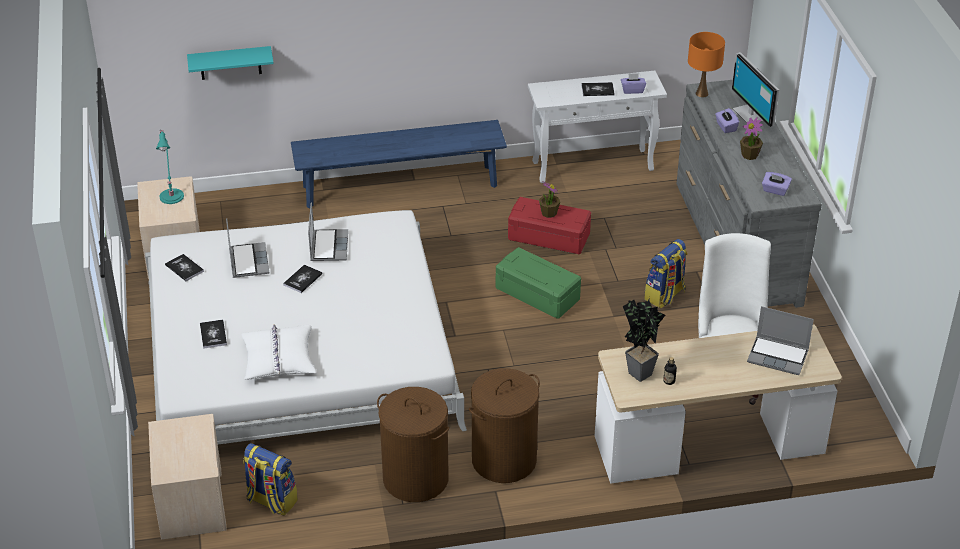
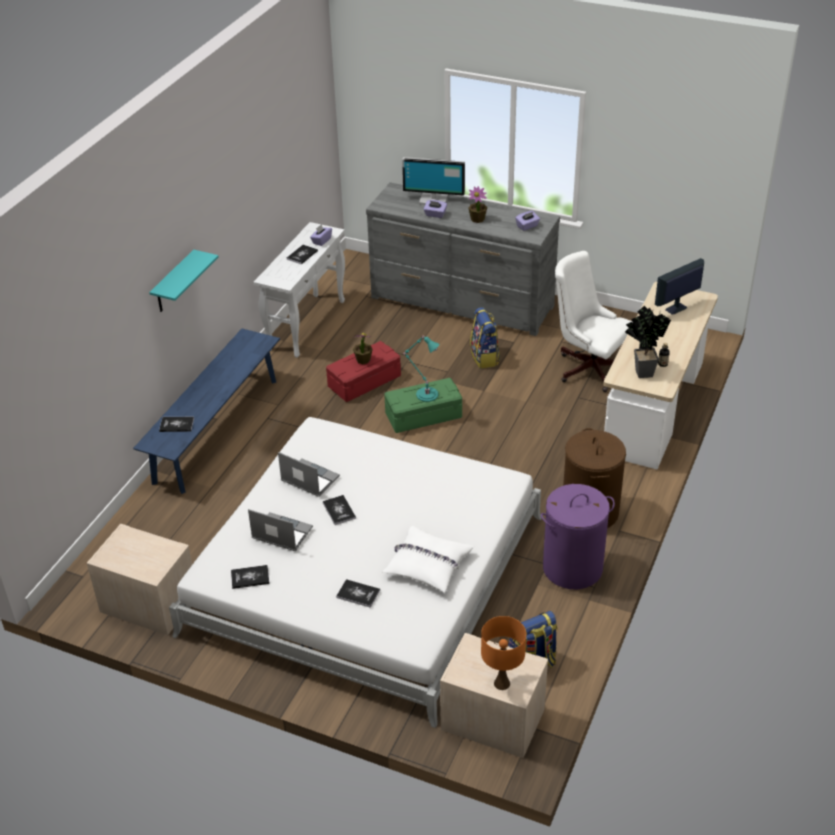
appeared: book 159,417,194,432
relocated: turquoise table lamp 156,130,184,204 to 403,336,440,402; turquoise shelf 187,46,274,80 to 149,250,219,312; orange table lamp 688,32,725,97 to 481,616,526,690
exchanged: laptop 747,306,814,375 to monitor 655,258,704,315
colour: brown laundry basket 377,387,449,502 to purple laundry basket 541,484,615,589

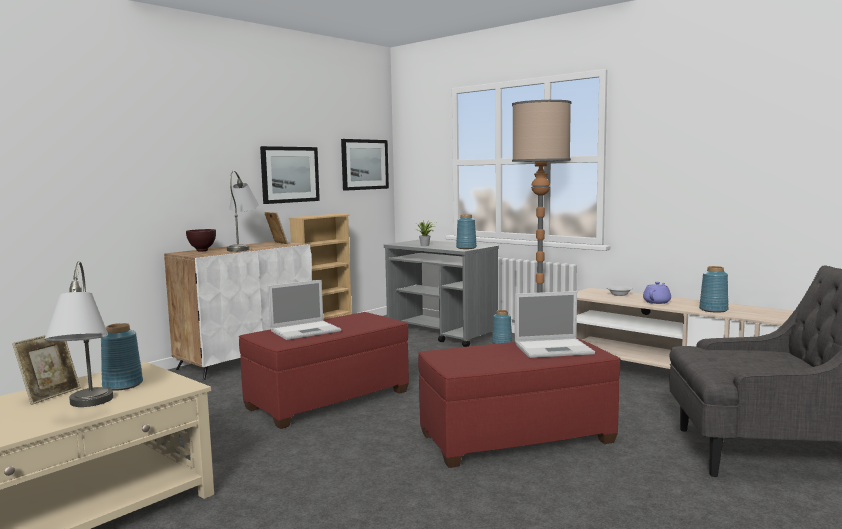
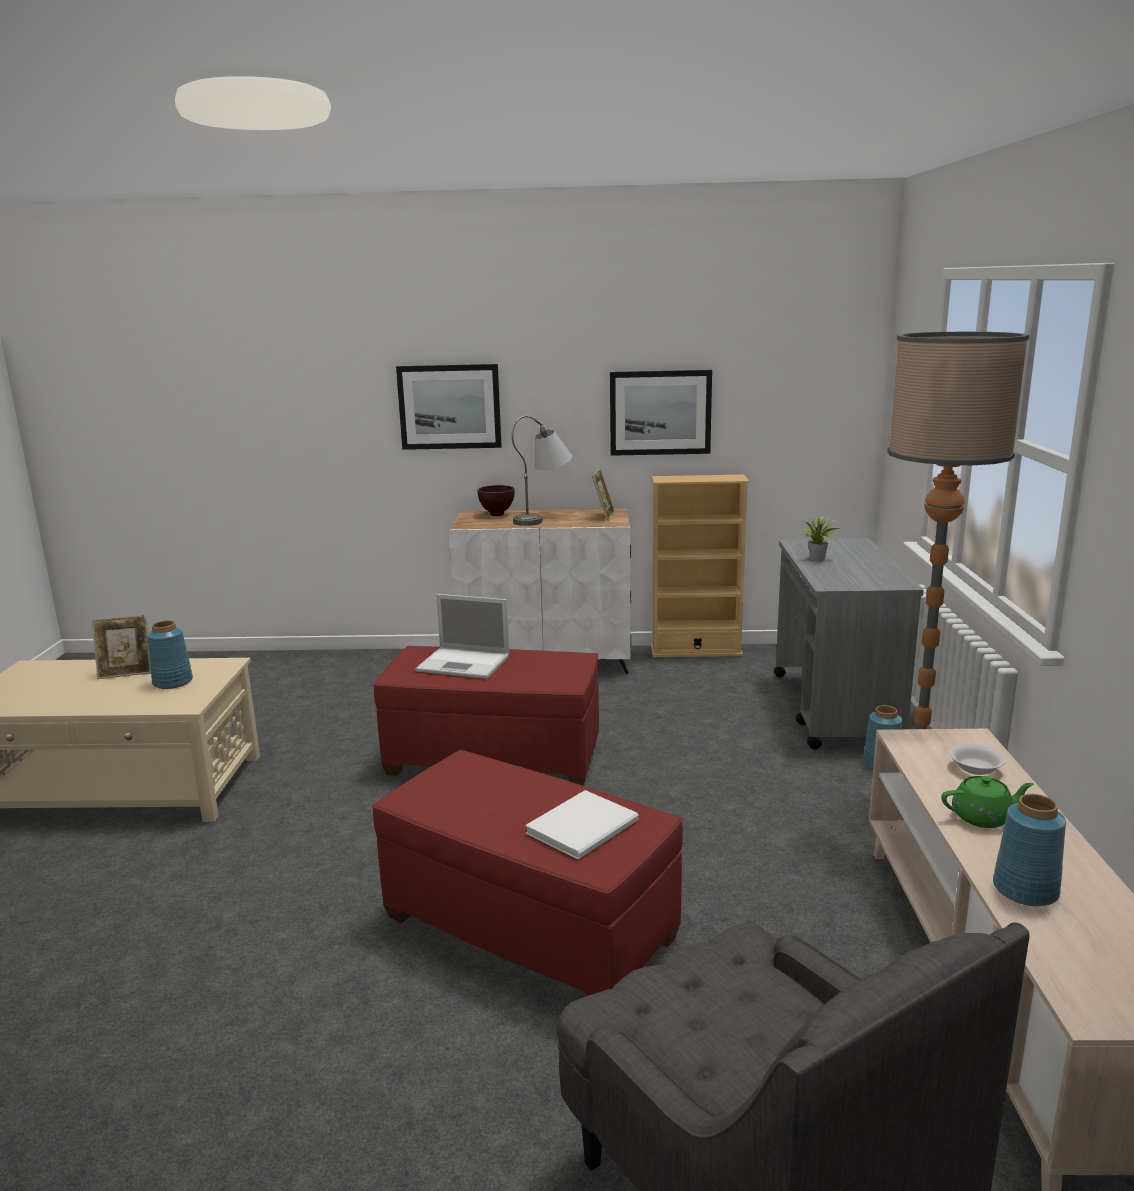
missing: grey table lamp 44,261,113,407; blue vase 456,214,477,249
relocated: picture 341,139,389,191 to 396,364,502,450
exchanged: laptop 515,291,595,358 to white book 525,790,639,859
colour: purple teapot 643,282,671,304 to green teapot 941,776,1034,828

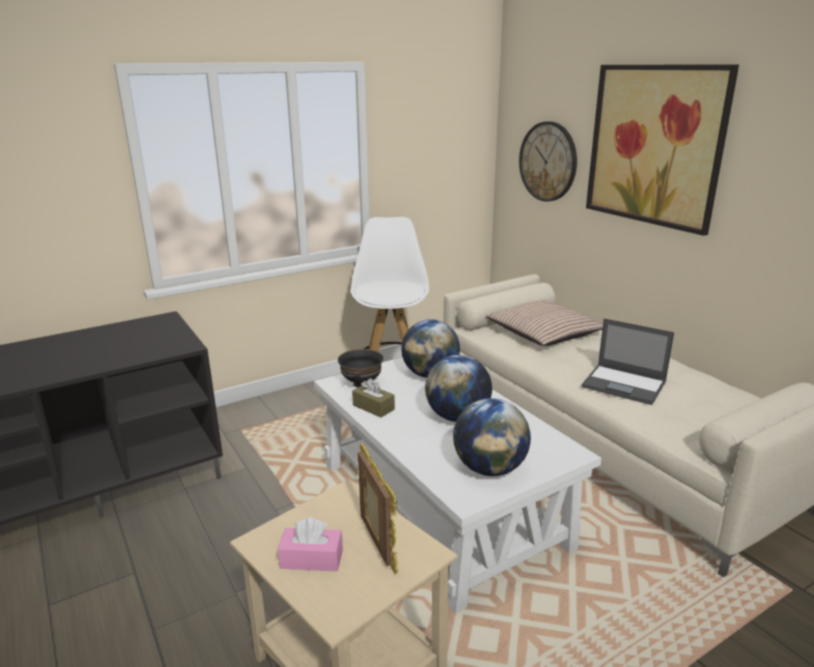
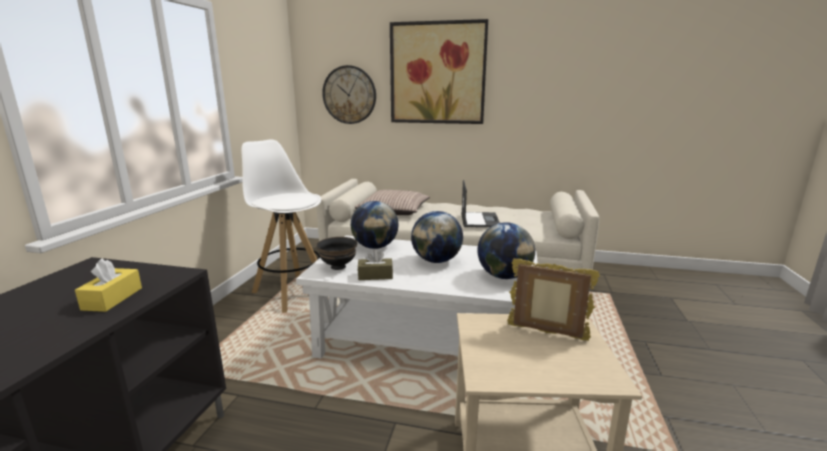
missing: pink tissue box 278,518,343,571
appeared: yellow tissue box 75,259,142,312
spun: laptop 582,319,674,405 = 461,180,500,228 75 degrees counterclockwise

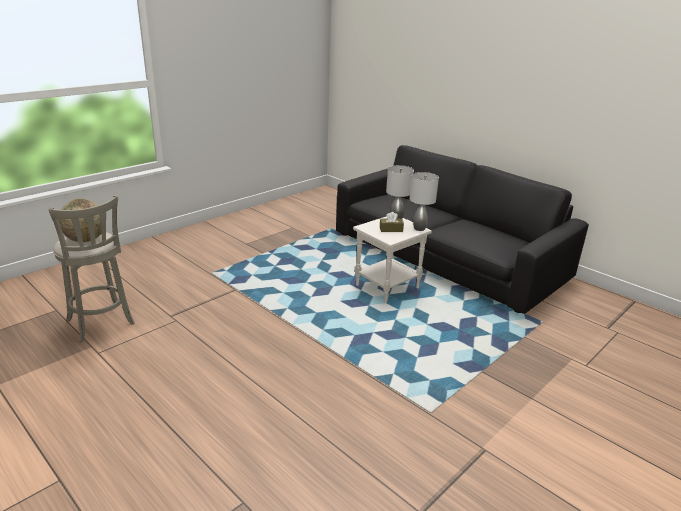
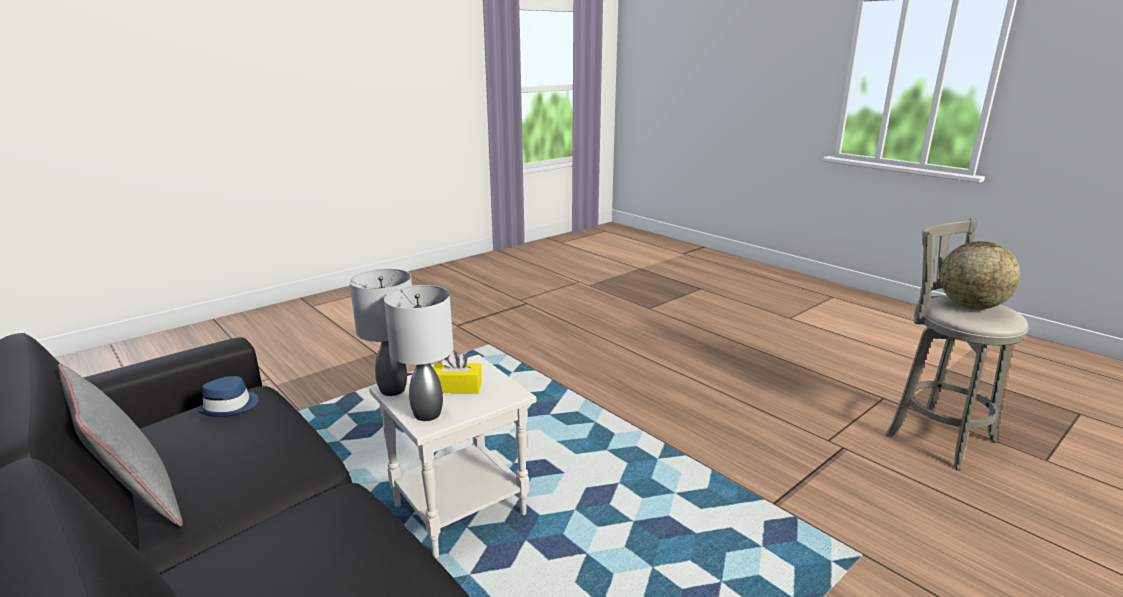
appeared: grey pillow 58,363,183,527; blue hat 196,376,258,417
colour: brown tissue box 380,212,404,232 to yellow tissue box 433,351,482,393

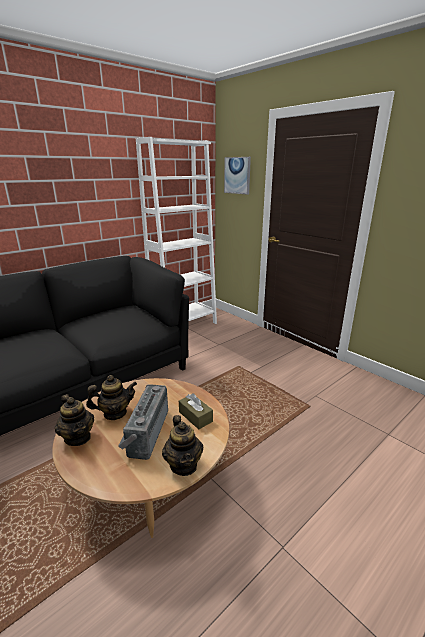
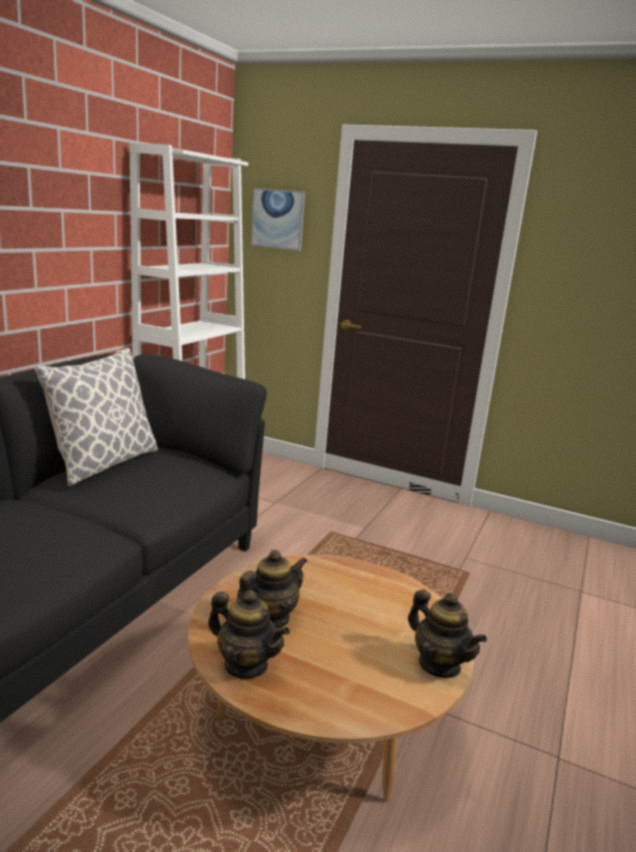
missing: radio 118,384,168,460; brown tissue box 179,393,213,429
appeared: pillow 34,348,158,486

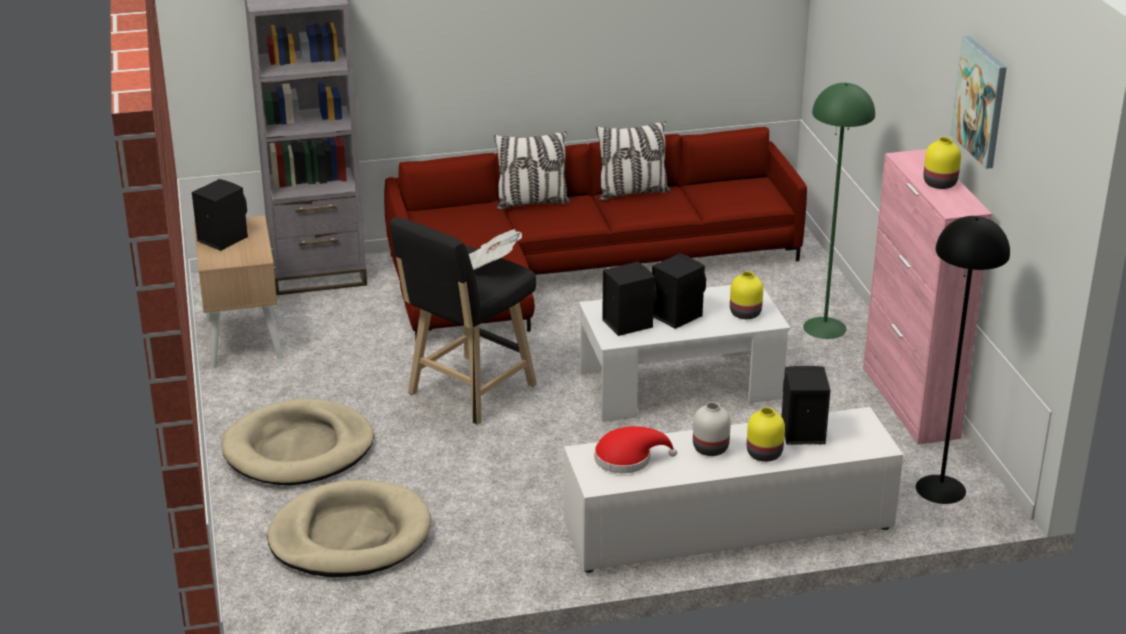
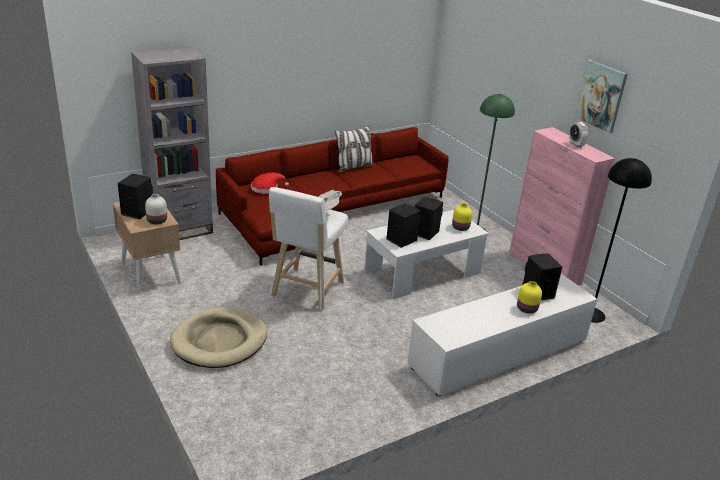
missing: beige dog bed 267,480,431,577; pillow 494,131,570,210
relocated: red hat 594,426,677,473 to 251,173,289,194; white vase 693,402,731,456 to 145,194,167,225
exchanged: yellow vase 923,137,961,189 to alarm clock 569,122,588,147
colour: black stool 390,217,537,425 to white stool 269,187,348,310

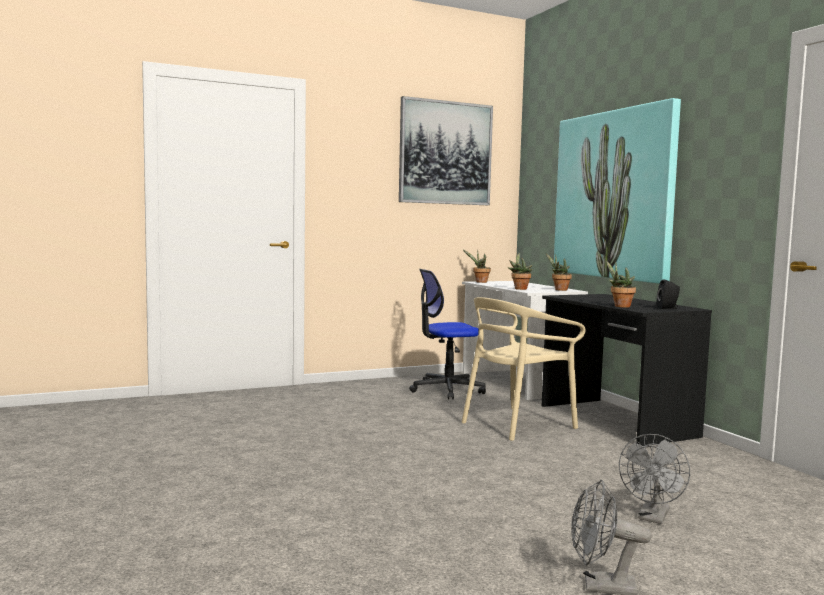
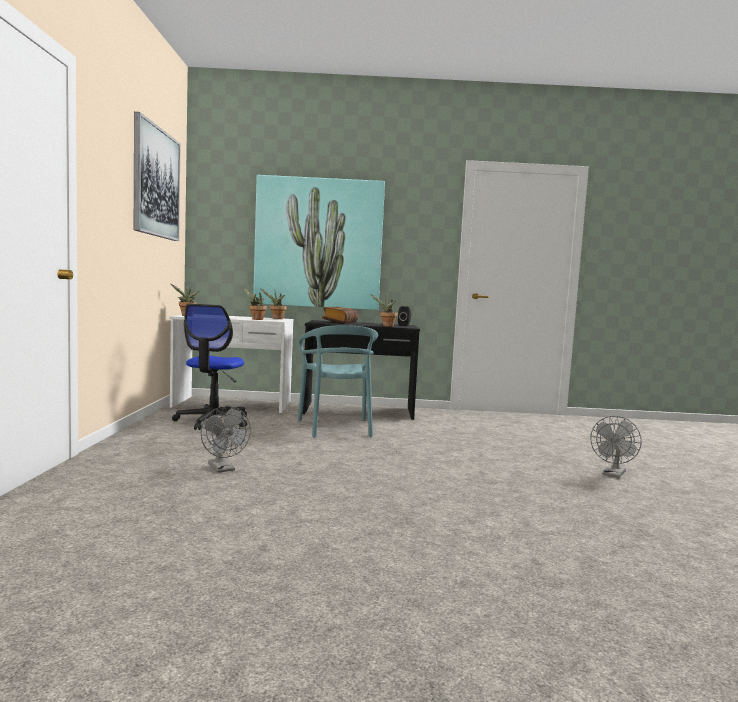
appeared: book 322,307,358,324
relocated: grey fan 619,434,690,524 to 201,406,251,473
colour: beige chair 462,297,585,441 to turquoise chair 298,325,378,438

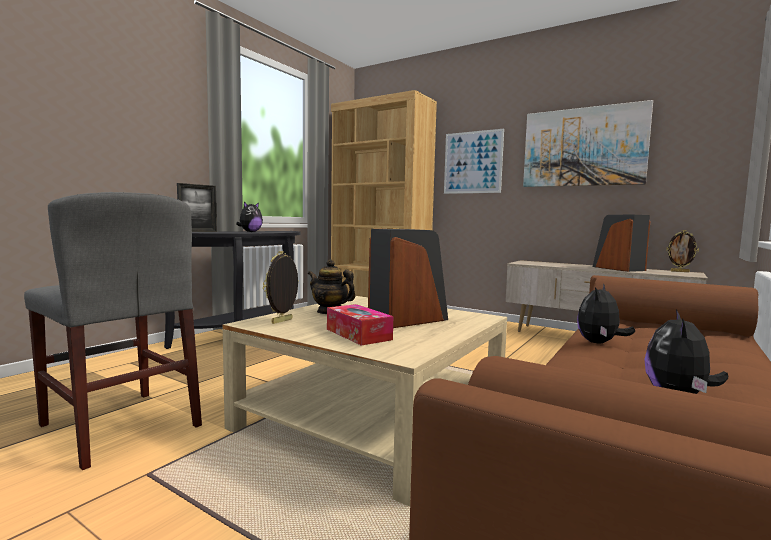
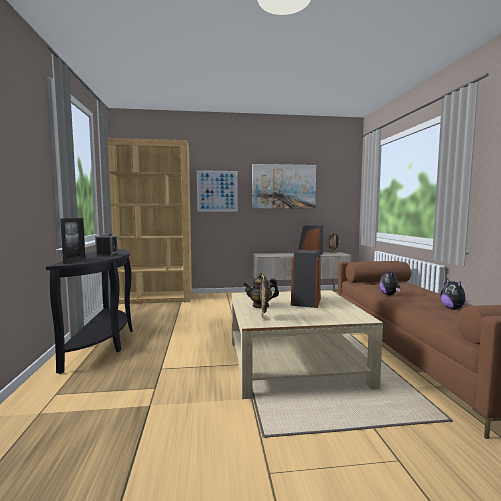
missing: grey chair 24,192,202,470; tissue box 327,304,393,346
exchanged: plush toy 236,202,263,232 to alarm clock 95,234,118,257

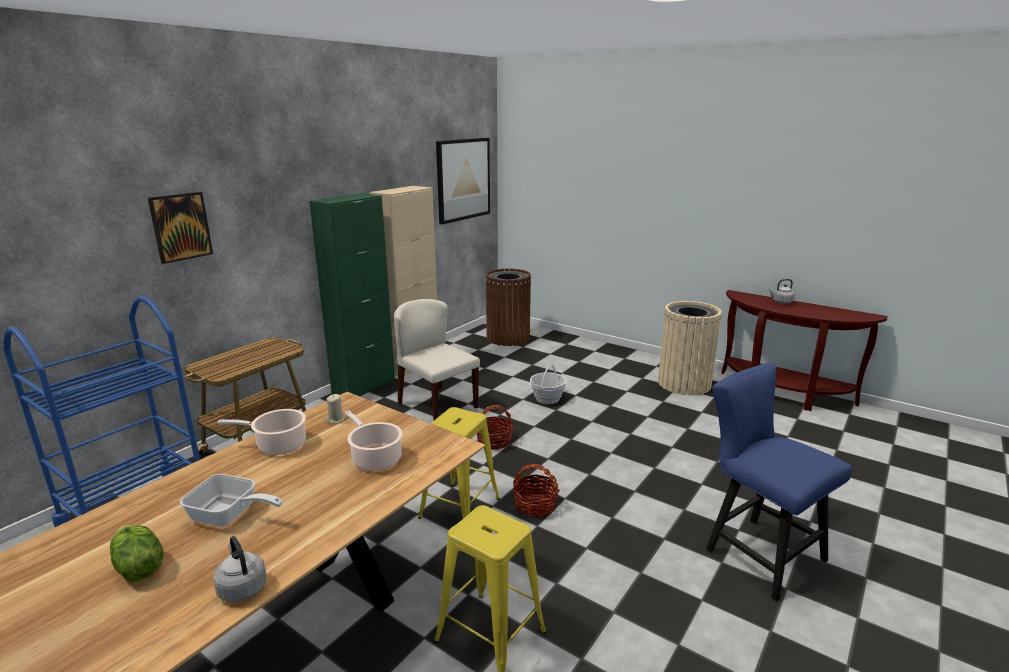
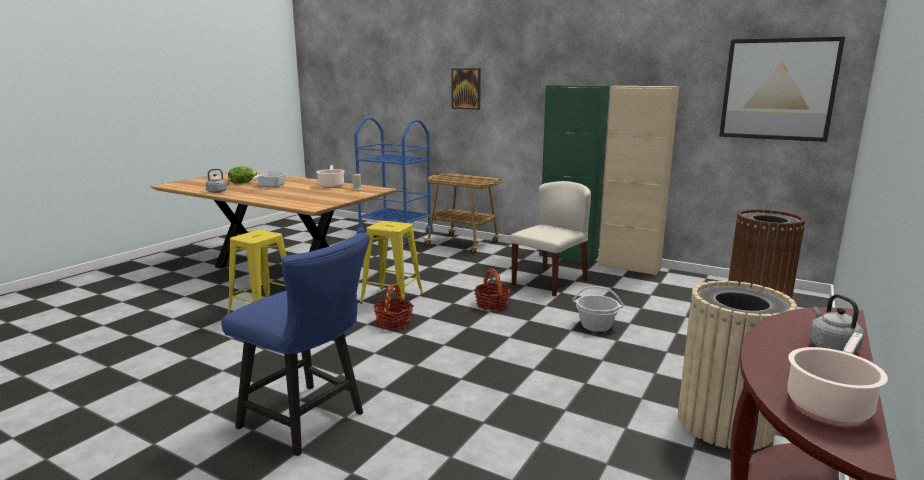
relocated: cooking pot 345,410,403,471 to 787,332,888,423
spun: blue chair 706,362,852,601 = 221,233,370,456 75 degrees clockwise

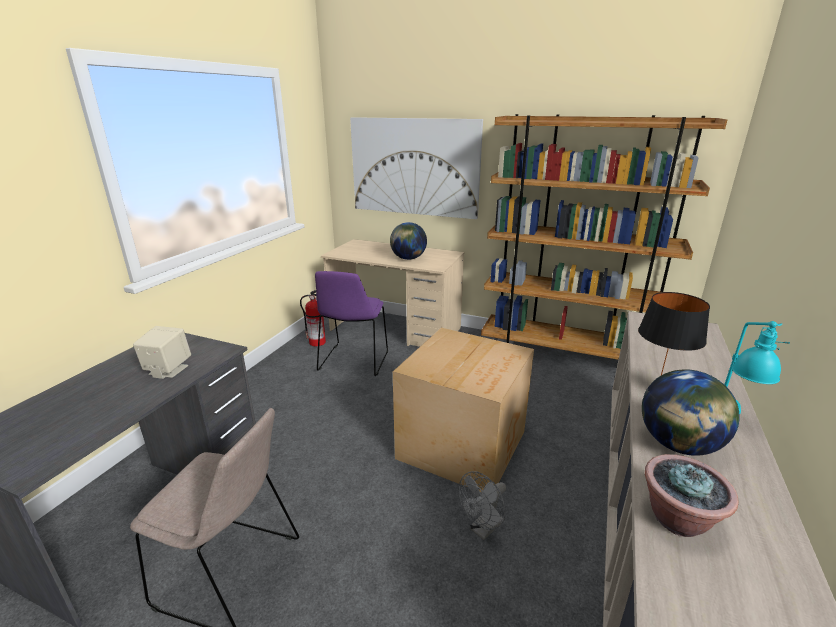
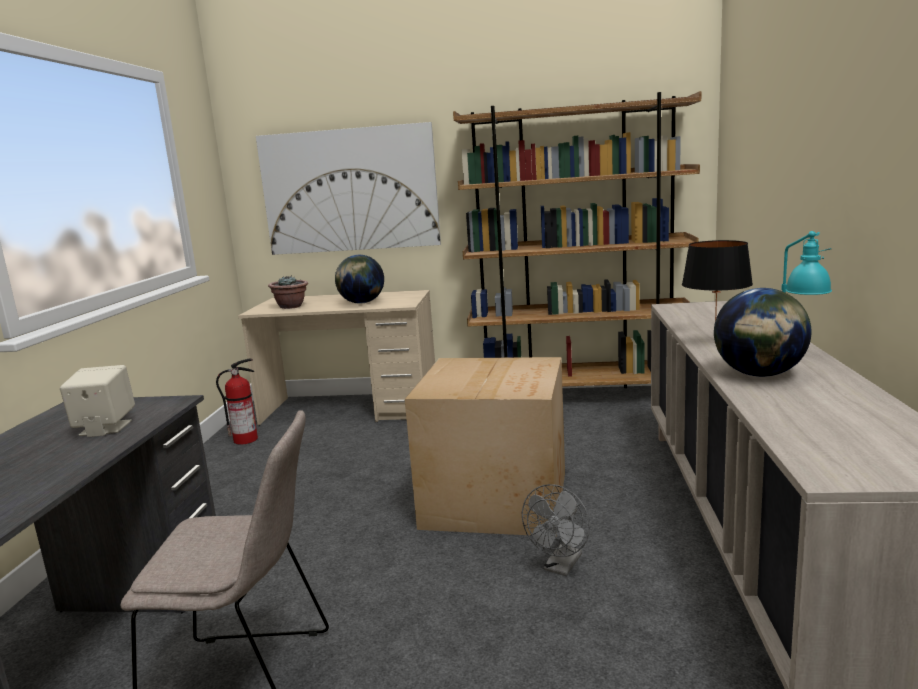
missing: purple chair 315,271,388,376
relocated: potted plant 645,454,739,537 to 268,275,308,309

